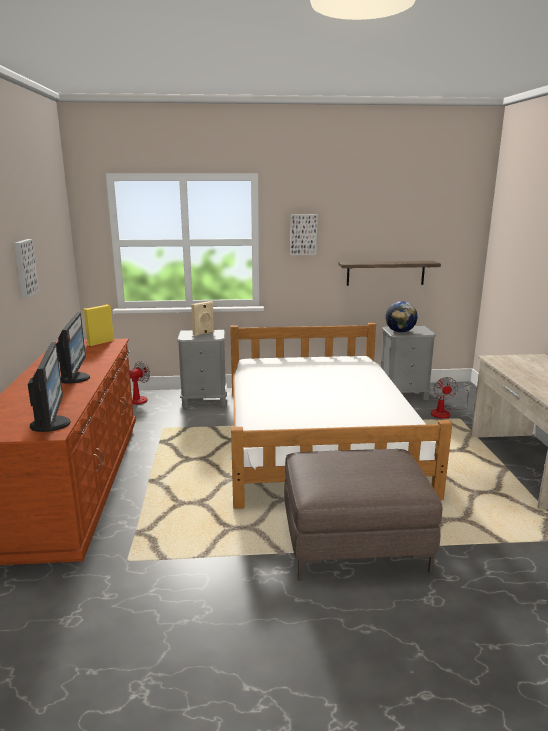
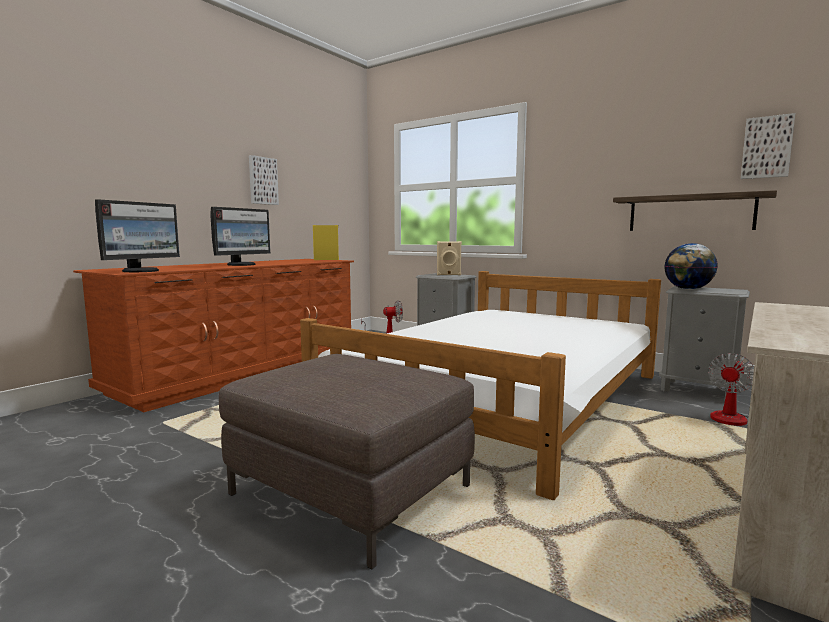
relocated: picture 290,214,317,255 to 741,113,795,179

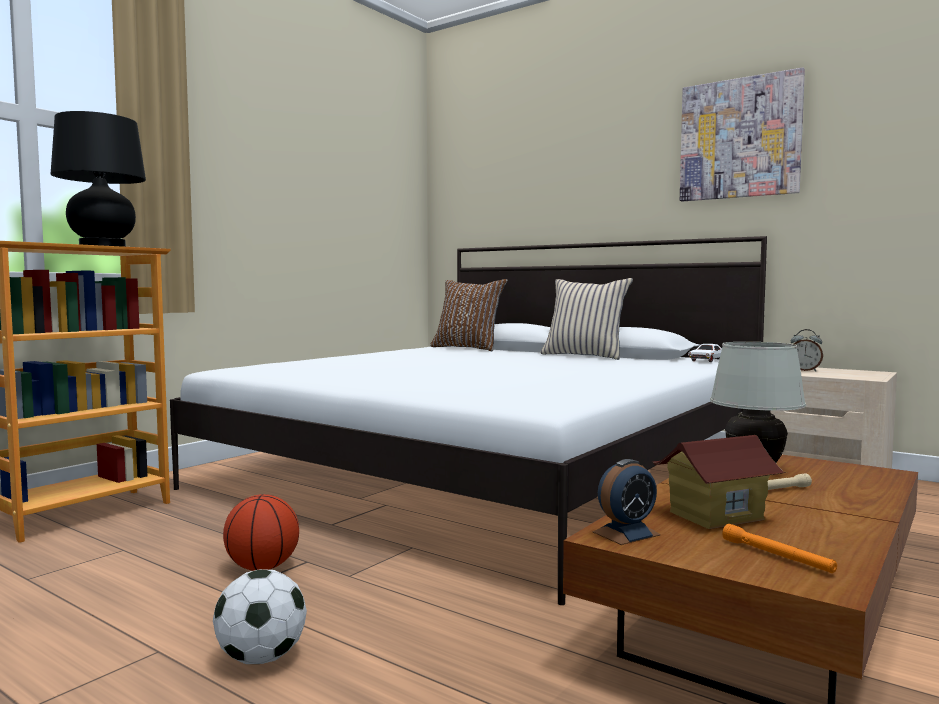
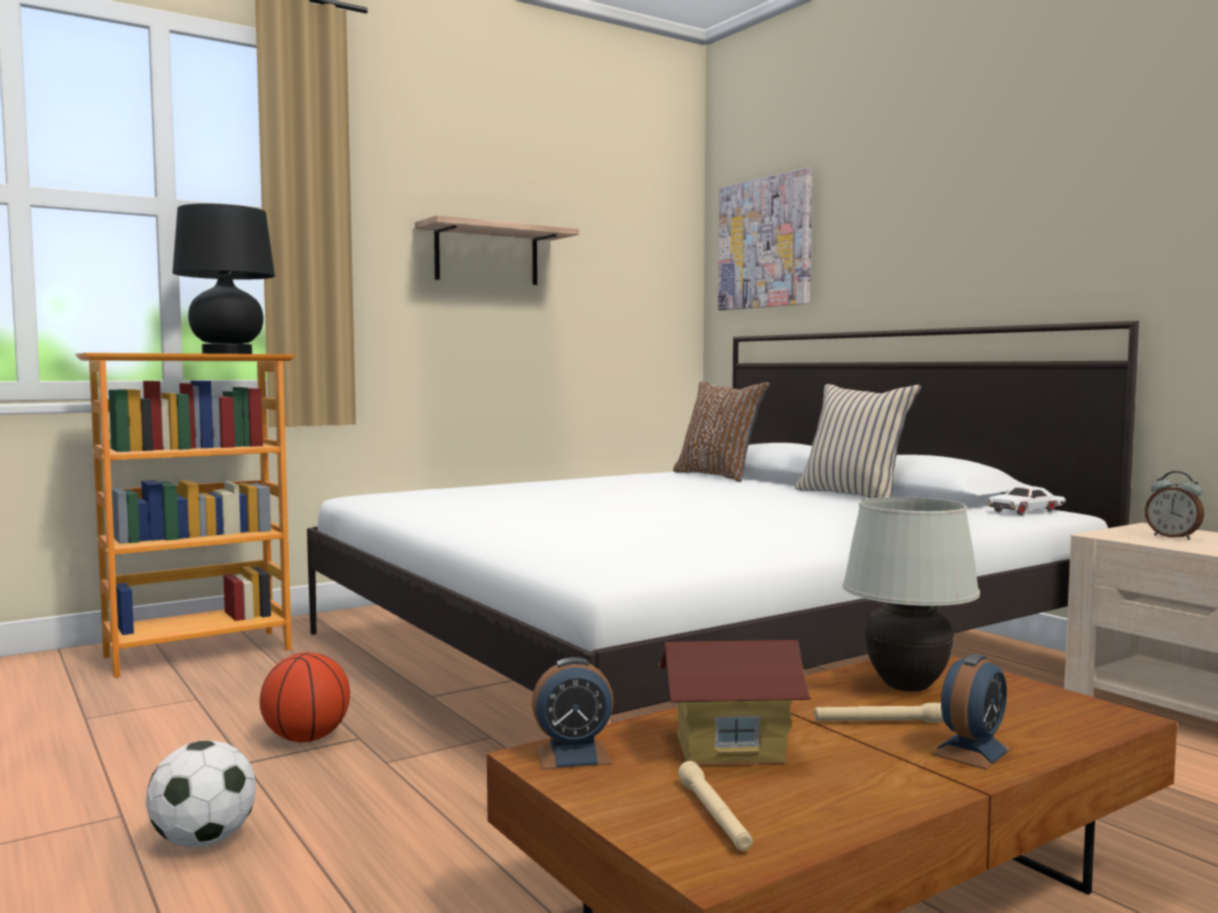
appeared: shelf 415,215,579,285; alarm clock 931,654,1012,770
relocated: picture 680,67,805,202 to 718,167,812,310
colour: orange flashlight 722,524,837,573 to beige flashlight 678,761,753,850

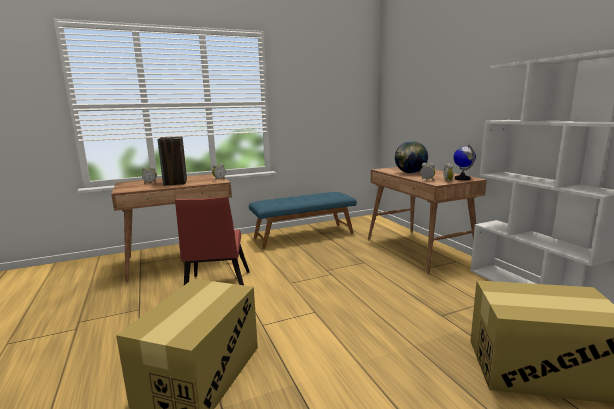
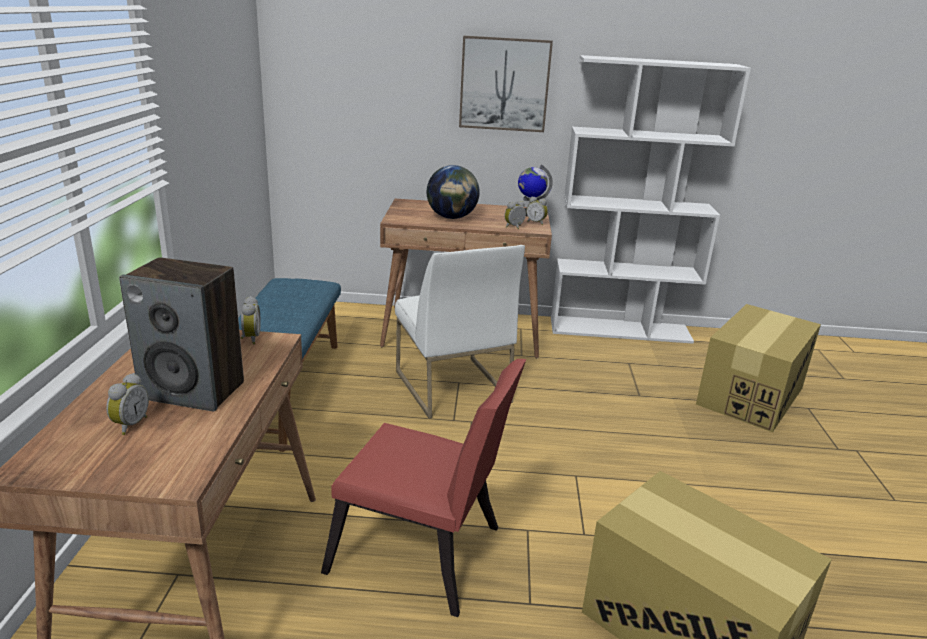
appeared: white chair 395,245,525,419; picture 459,36,553,132

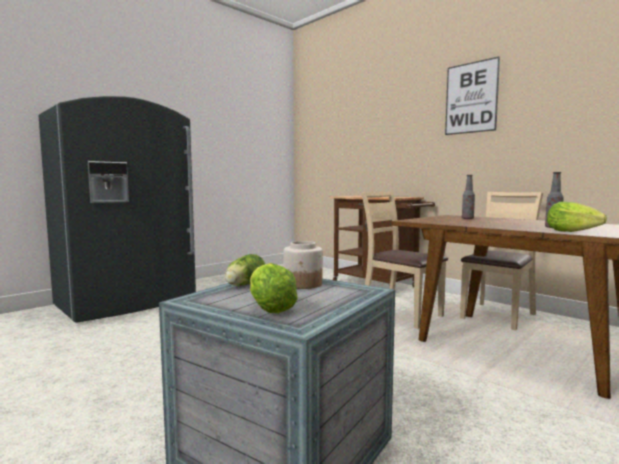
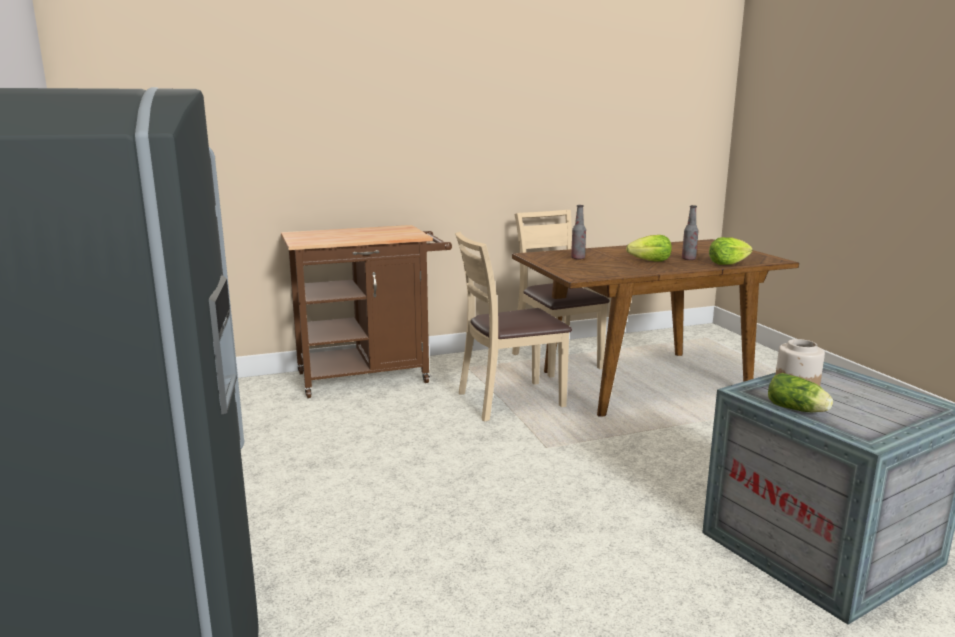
missing: picture 445,56,500,135
relocated: lettuce 250,263,298,313 to 626,235,672,262

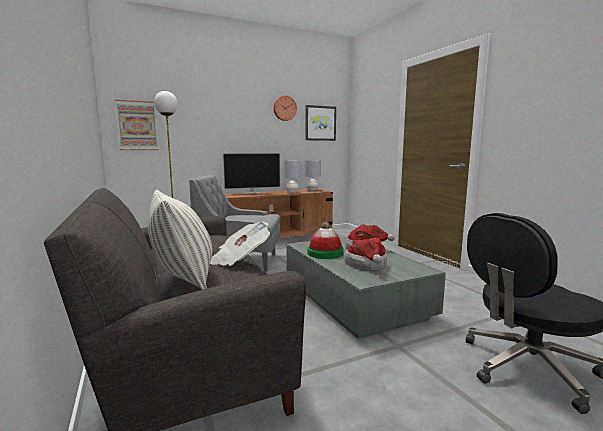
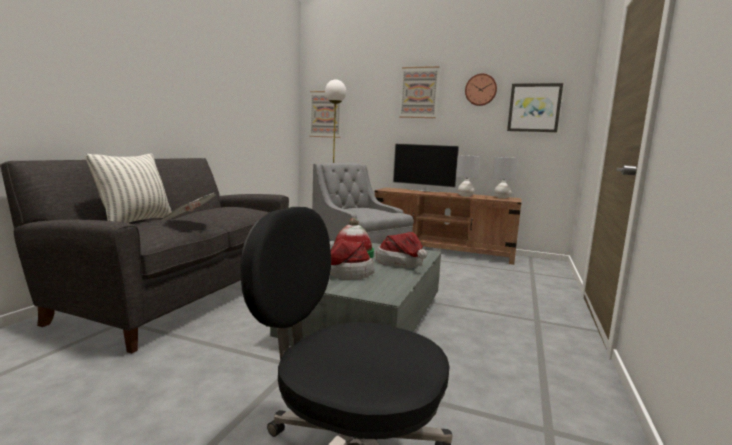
appeared: picture 399,66,439,118

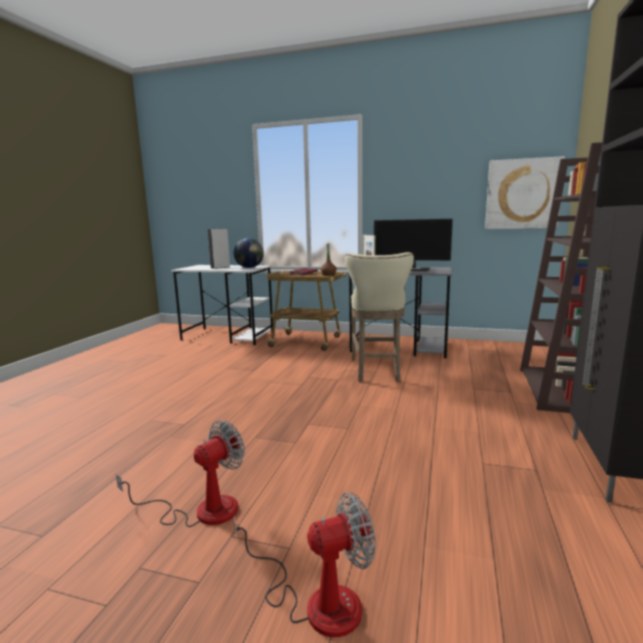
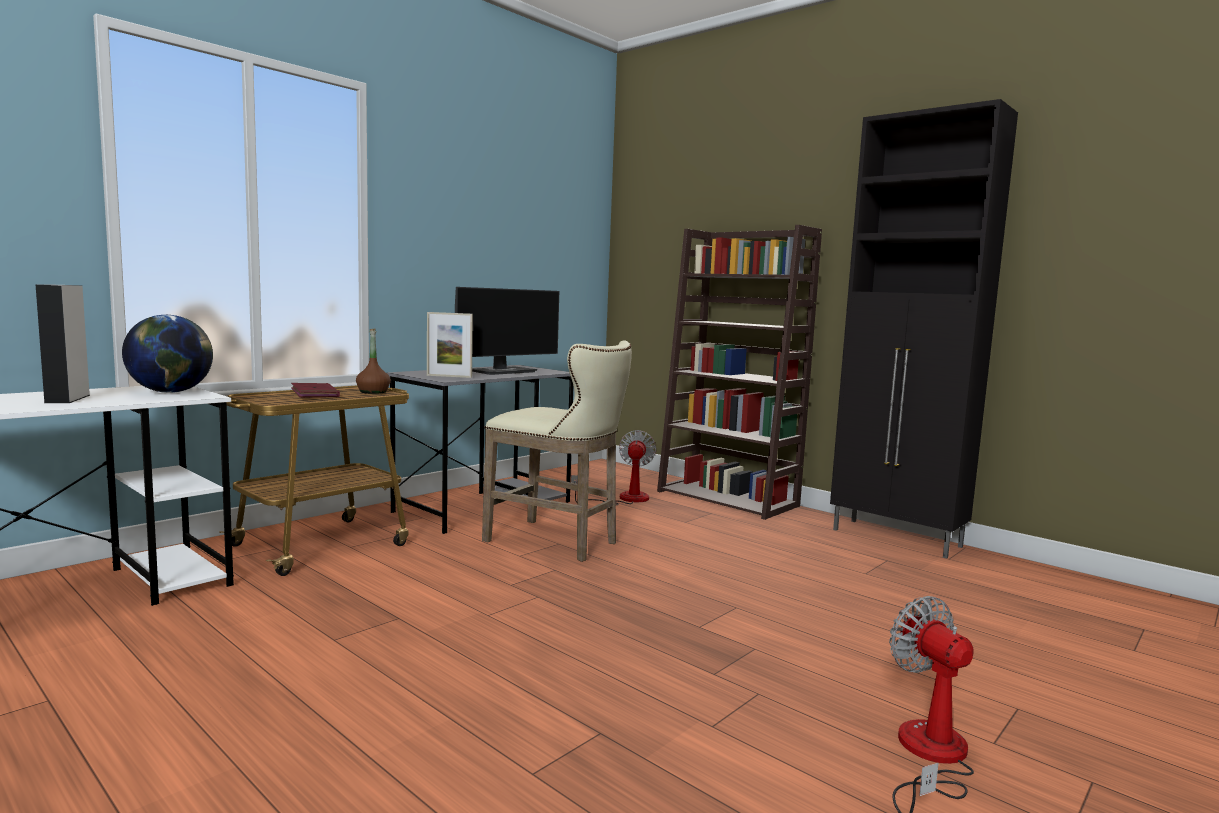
missing: picture 485,156,565,229
relocated: fan 234,492,376,637 to 571,430,656,505

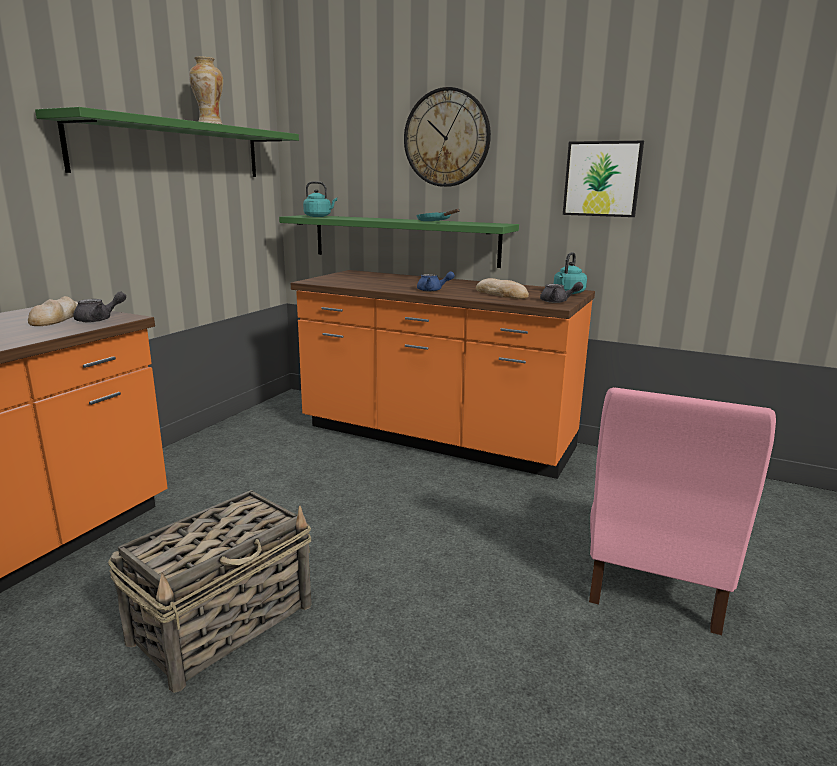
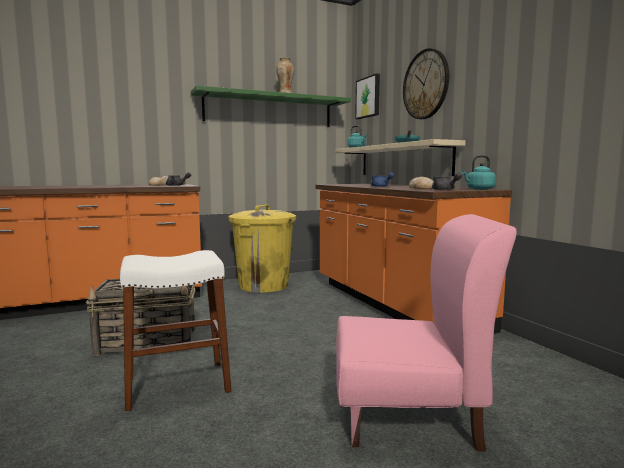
appeared: white stool 120,250,231,412; yellow trash can 228,205,296,293
relocated: picture 563,141,644,217 to 355,74,380,119
colour: green shelf 279,215,519,268 to beige shelf 335,139,466,176
spun: pink chair 589,387,776,635 = 336,214,517,452 150 degrees counterclockwise

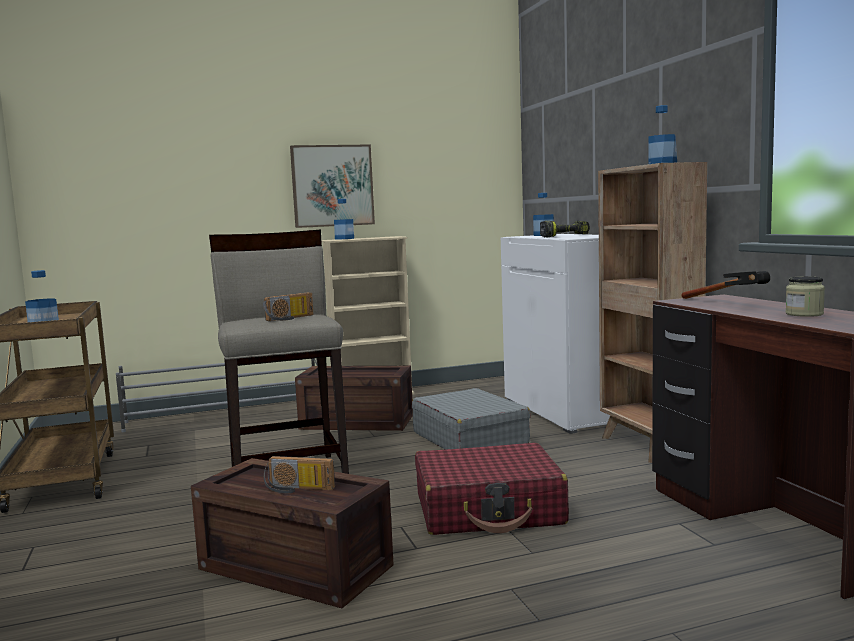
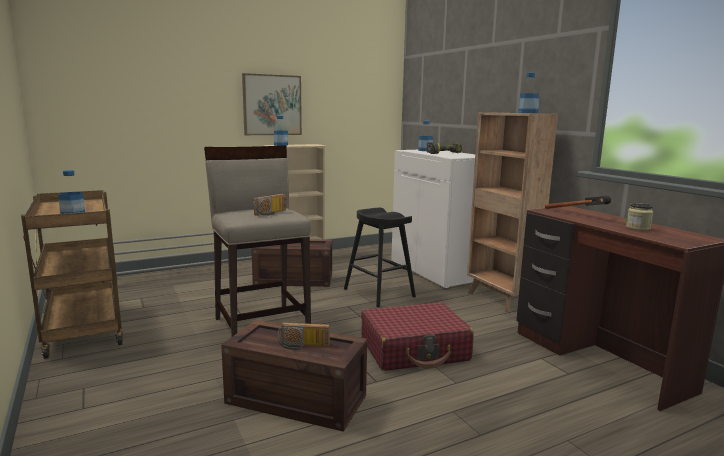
exchanged: grey suitcase 412,388,531,450 to black stool 344,208,416,307

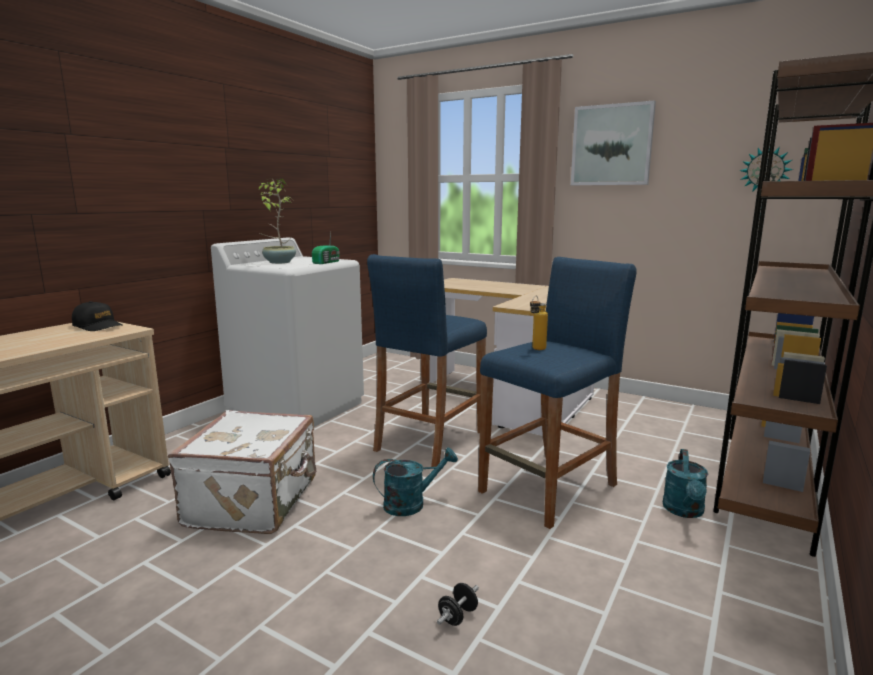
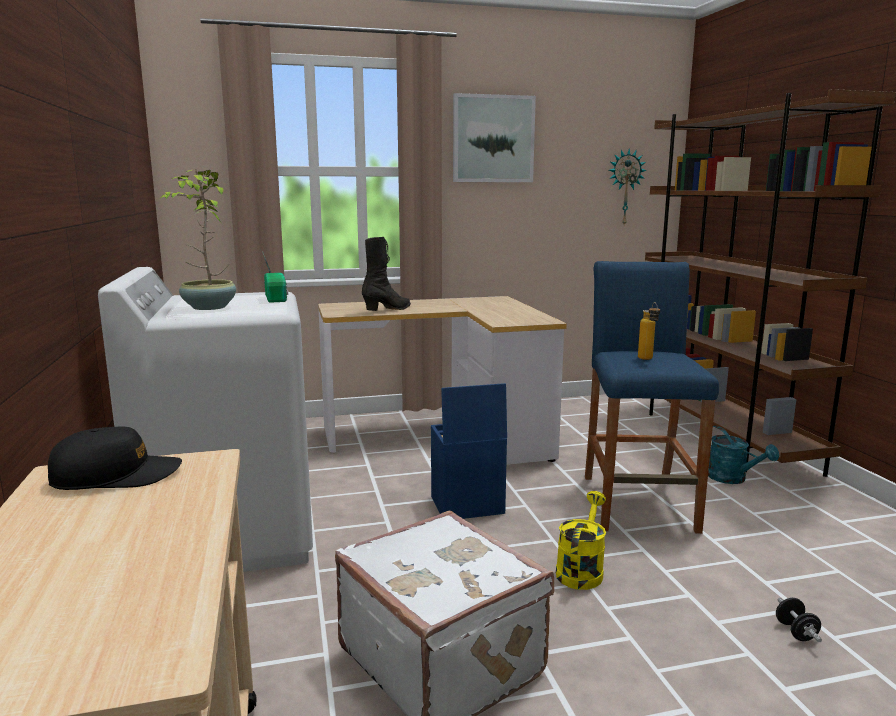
appeared: black boot 362,237,411,311
exchanged: blue stool 367,254,487,467 to blue storage box 431,383,507,519
colour: turquoise watering can 373,448,458,516 to yellow watering can 556,491,606,590

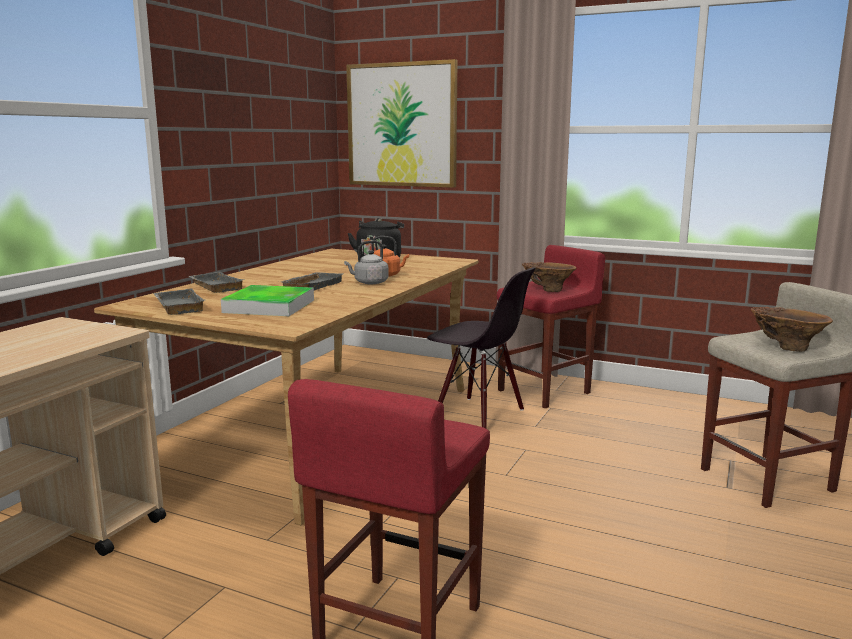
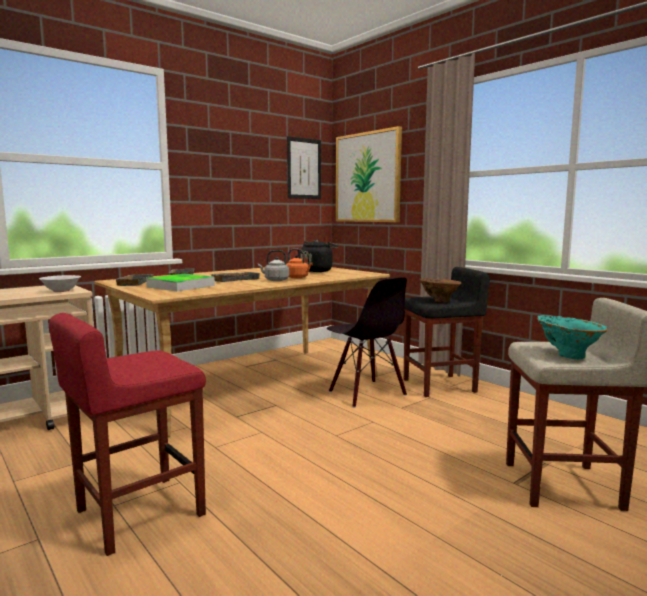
appeared: white bowl 39,275,81,292; picture 287,136,321,199
colour: red stool 497,245,605,408 to black stool 404,267,490,397; brown vase 751,307,833,352 to turquoise vase 537,315,608,359

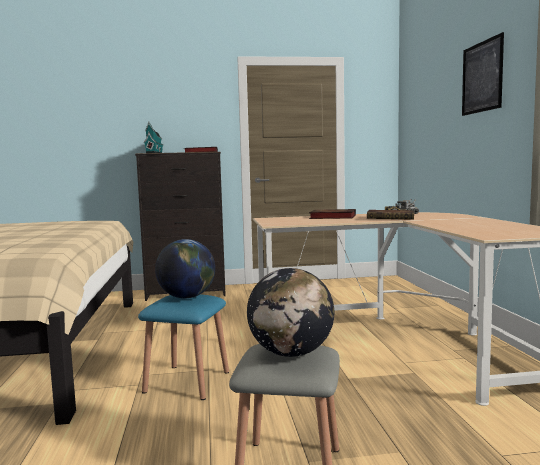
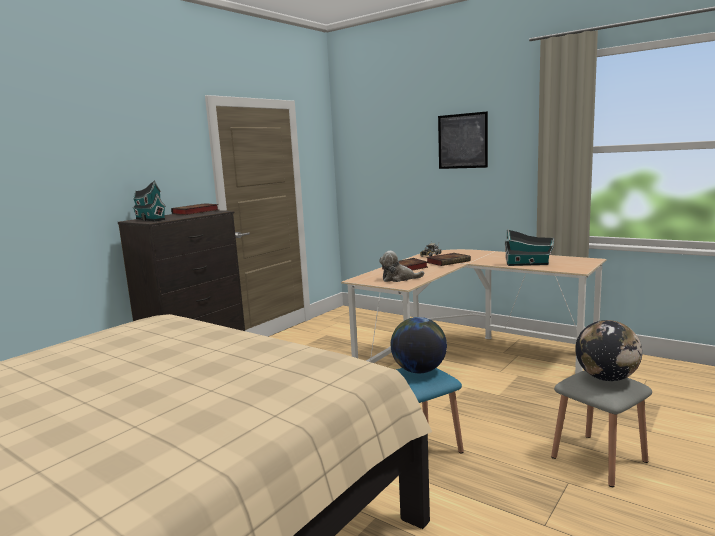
appeared: plush toy 379,251,424,282; toy house 505,230,554,266

